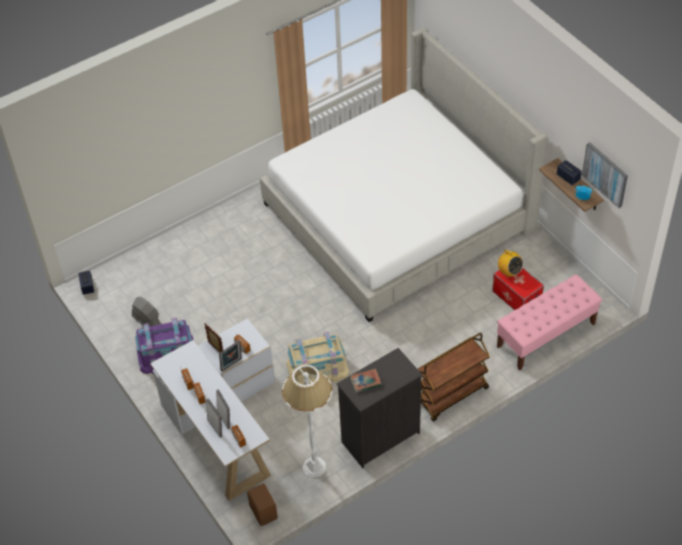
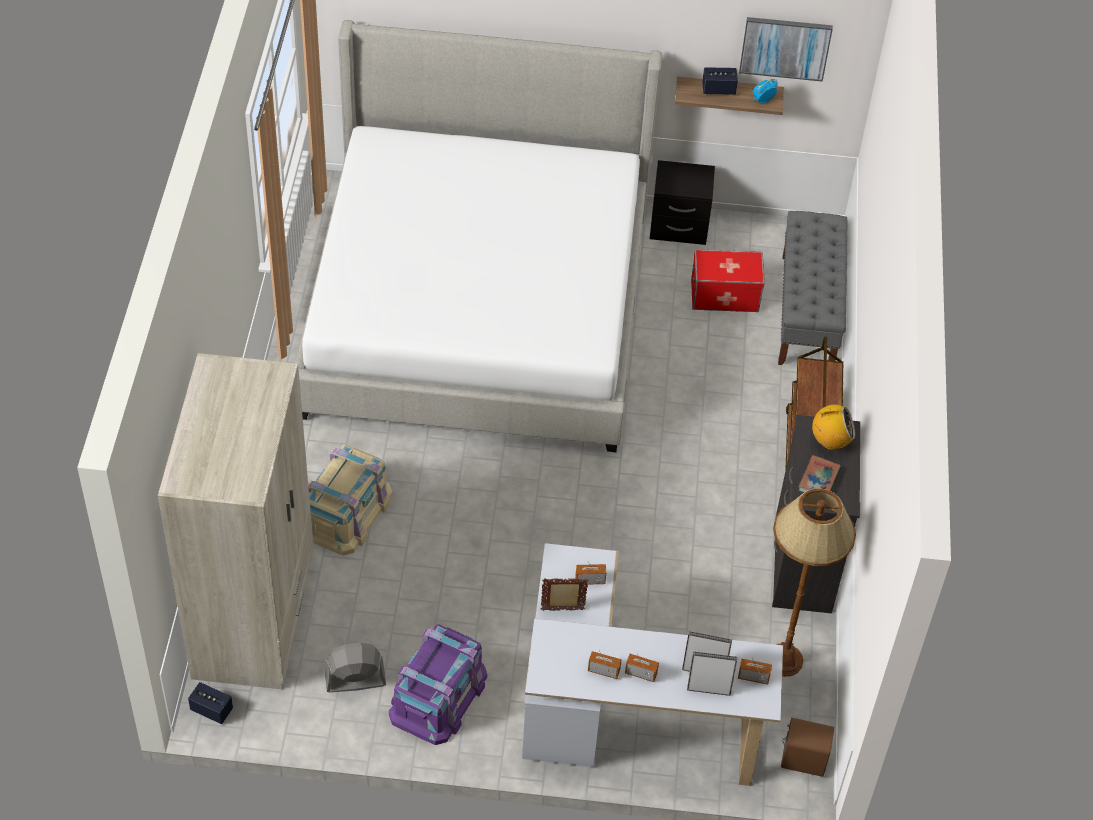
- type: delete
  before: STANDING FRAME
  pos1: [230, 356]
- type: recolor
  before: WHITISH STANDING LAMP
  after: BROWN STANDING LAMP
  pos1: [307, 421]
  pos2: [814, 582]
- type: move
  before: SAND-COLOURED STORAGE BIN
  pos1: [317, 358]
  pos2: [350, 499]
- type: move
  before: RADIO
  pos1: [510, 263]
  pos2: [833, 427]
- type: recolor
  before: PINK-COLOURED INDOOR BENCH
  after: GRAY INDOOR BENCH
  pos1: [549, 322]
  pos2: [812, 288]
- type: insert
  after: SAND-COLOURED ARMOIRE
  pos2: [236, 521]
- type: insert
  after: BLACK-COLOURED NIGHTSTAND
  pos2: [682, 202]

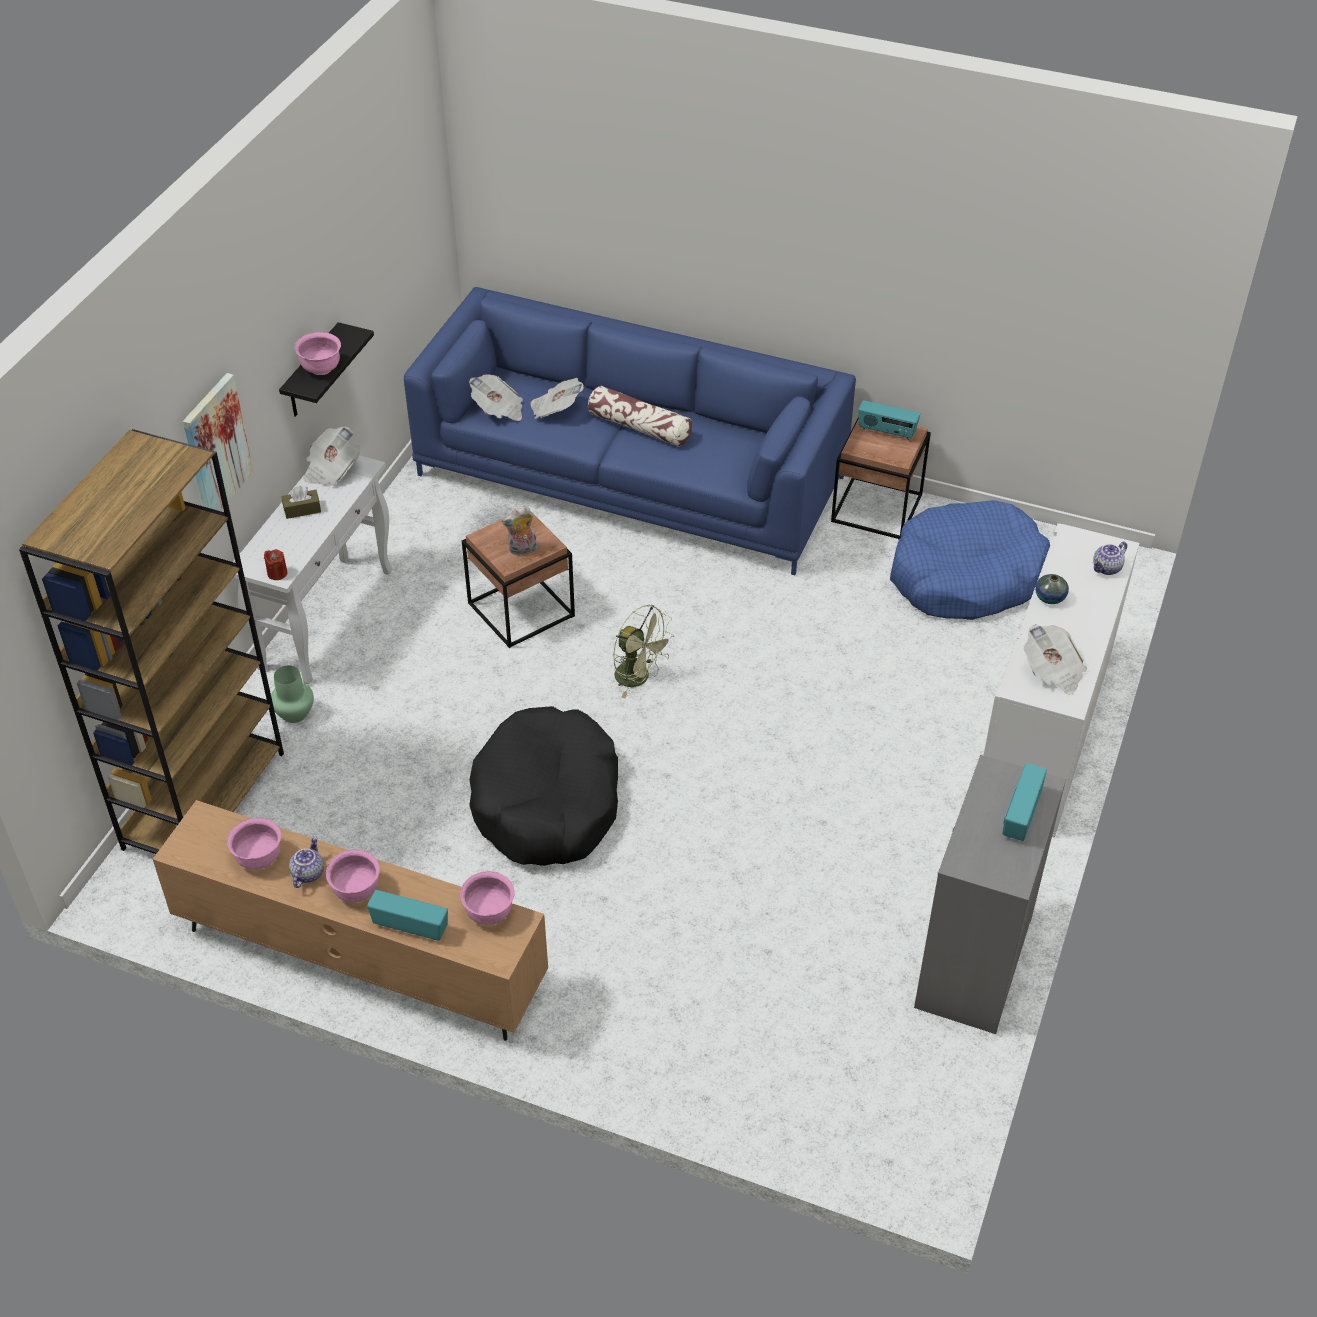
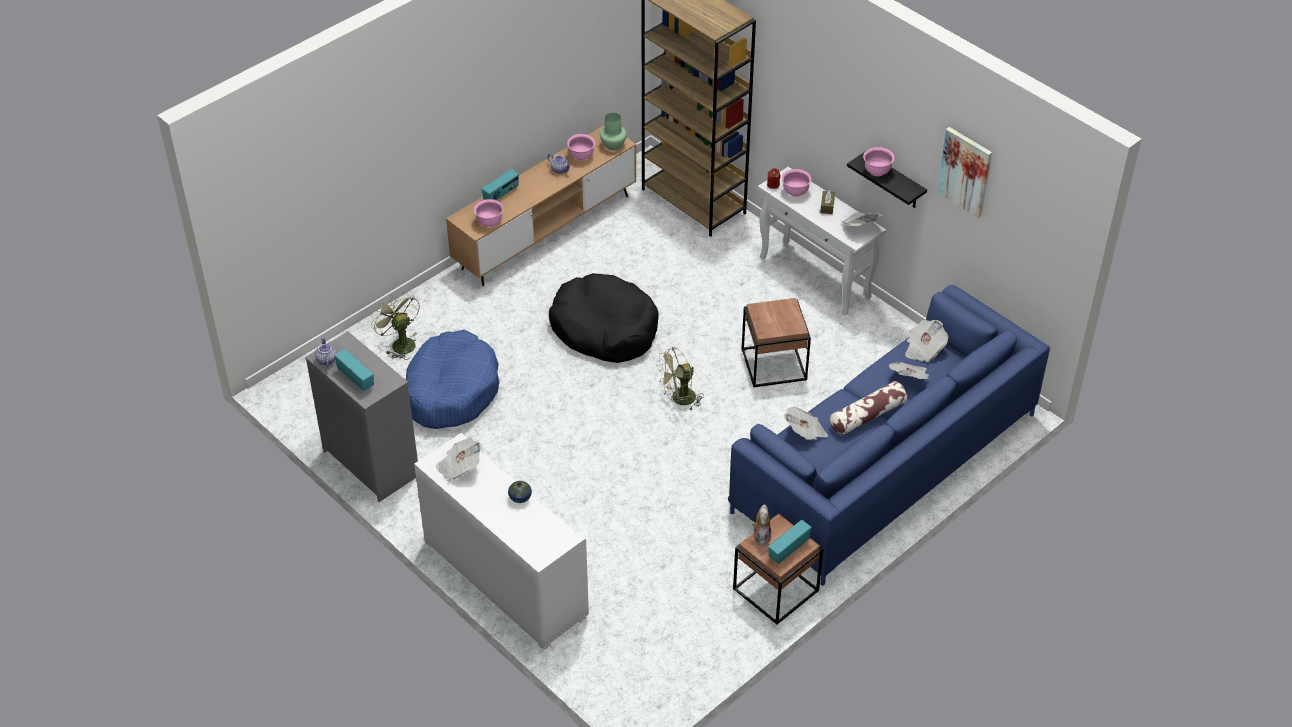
- type: move
  before: WALL ART
  pos1: [218, 442]
  pos2: [964, 172]
- type: move
  before: GREEN-COLOURED FLOWER VASE
  pos1: [292, 694]
  pos2: [613, 132]
- type: move
  before: PINK-COLOURED BOWL
  pos1: [353, 876]
  pos2: [797, 183]
- type: move
  before: SOFT TOY
  pos1: [519, 531]
  pos2: [761, 525]
- type: move
  before: BLUE-COLOURED DOG CUSHION
  pos1: [970, 560]
  pos2: [452, 379]
- type: move
  before: TEAPOT
  pos1: [1110, 558]
  pos2: [326, 352]
- type: insert
  after: GREEN-COLOURED ELECTRIC FAN
  pos2: [395, 325]
- type: insert
  after: NEWSPAPER
  pos2: [806, 424]

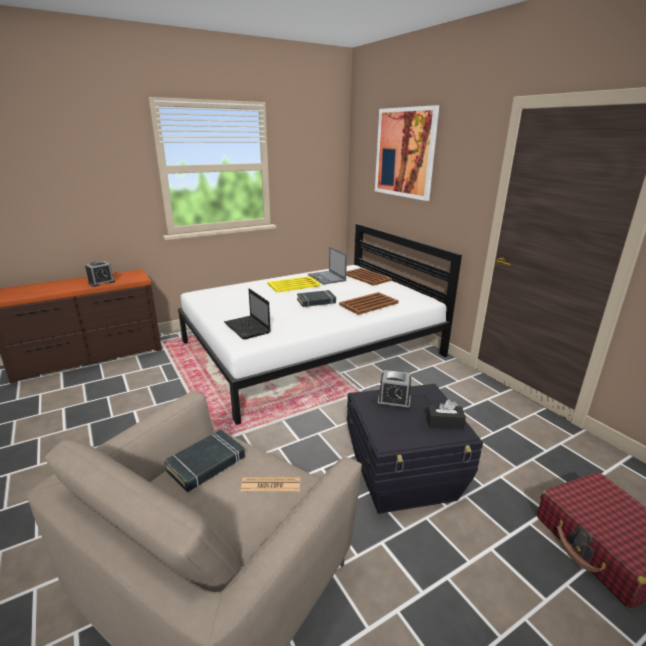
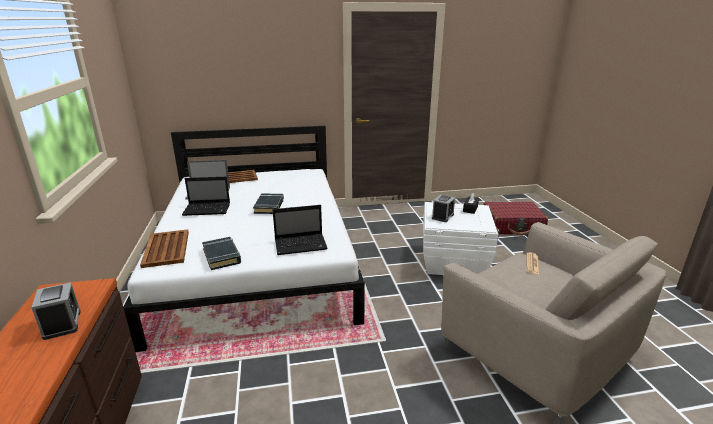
- type: move
  before: BLACK-COLOURED BOUND BOOK
  pos1: [204, 461]
  pos2: [221, 253]
- type: replace
  before: YELLOWISH TRAY
  after: PORTABLE COMPUTER
  pos1: [294, 284]
  pos2: [206, 196]
- type: move
  before: BROWN TRAY
  pos1: [369, 303]
  pos2: [164, 249]
- type: recolor
  before: BLACK-COLOURED STORAGE BIN
  after: WHITISH STORAGE BIN
  pos1: [415, 449]
  pos2: [461, 238]
- type: delete
  before: WALL ART
  pos1: [407, 153]

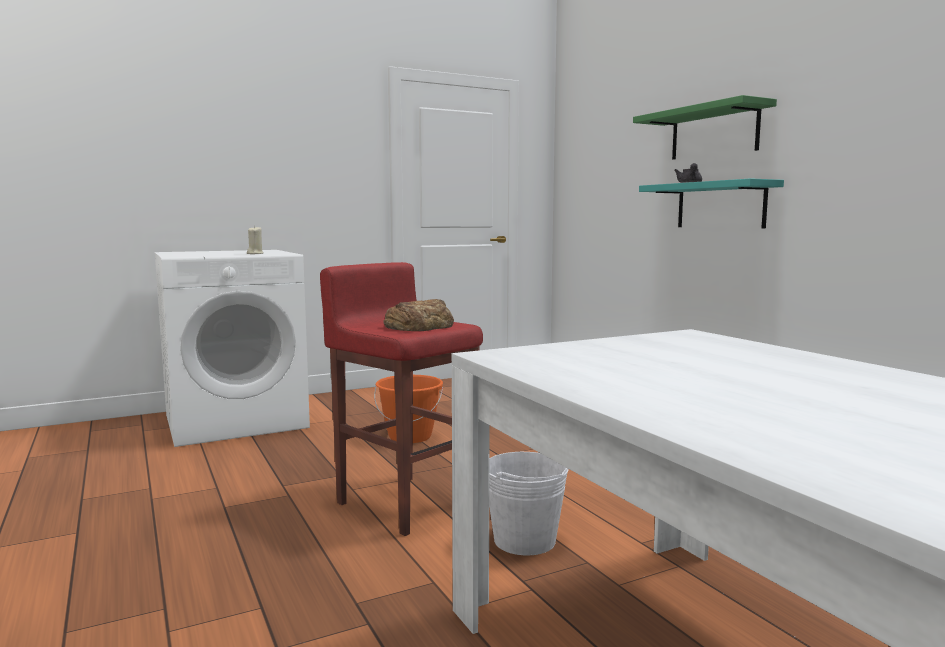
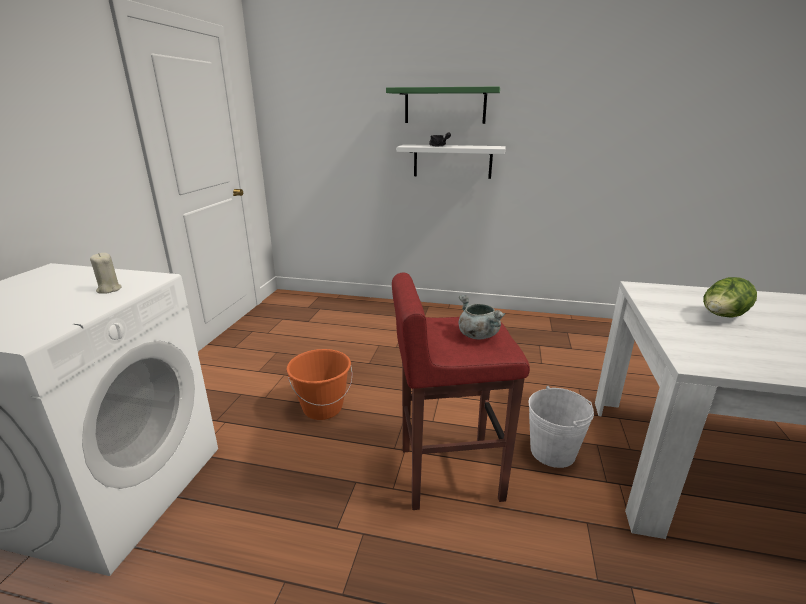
- type: replace
  before: BAKED BREAD
  after: GRAY SAUCEPOT
  pos1: [418, 315]
  pos2: [482, 317]
- type: recolor
  before: BLUE-GREEN BRACKET SHELF
  after: WHITISH BRACKET SHELF
  pos1: [711, 203]
  pos2: [451, 161]
- type: insert
  after: HEAD OF LETTUCE
  pos2: [730, 297]

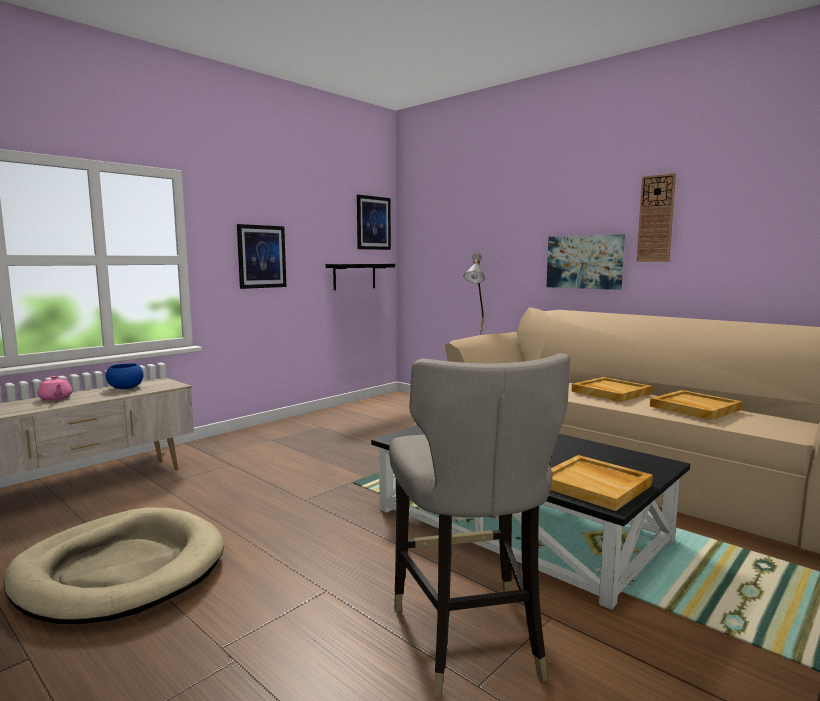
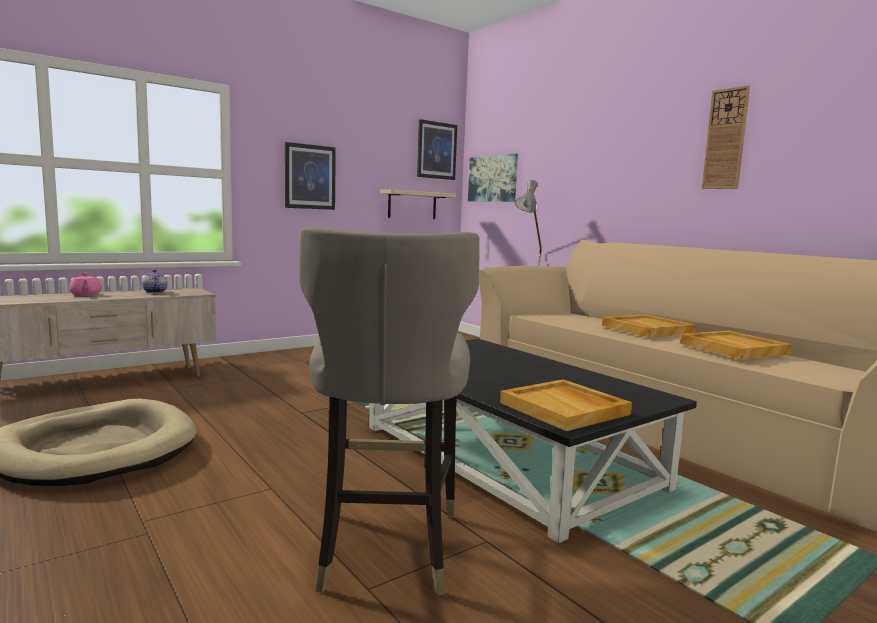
- type: replace
  before: BLUE-COLOURED BOWL
  after: TEAPOT
  pos1: [125, 376]
  pos2: [154, 281]
- type: recolor
  before: BLACK-COLOURED BRACKET SHELF
  after: SAND-COLOURED BRACKET SHELF
  pos1: [360, 277]
  pos2: [418, 204]
- type: move
  before: WALL ART
  pos1: [586, 262]
  pos2: [493, 178]

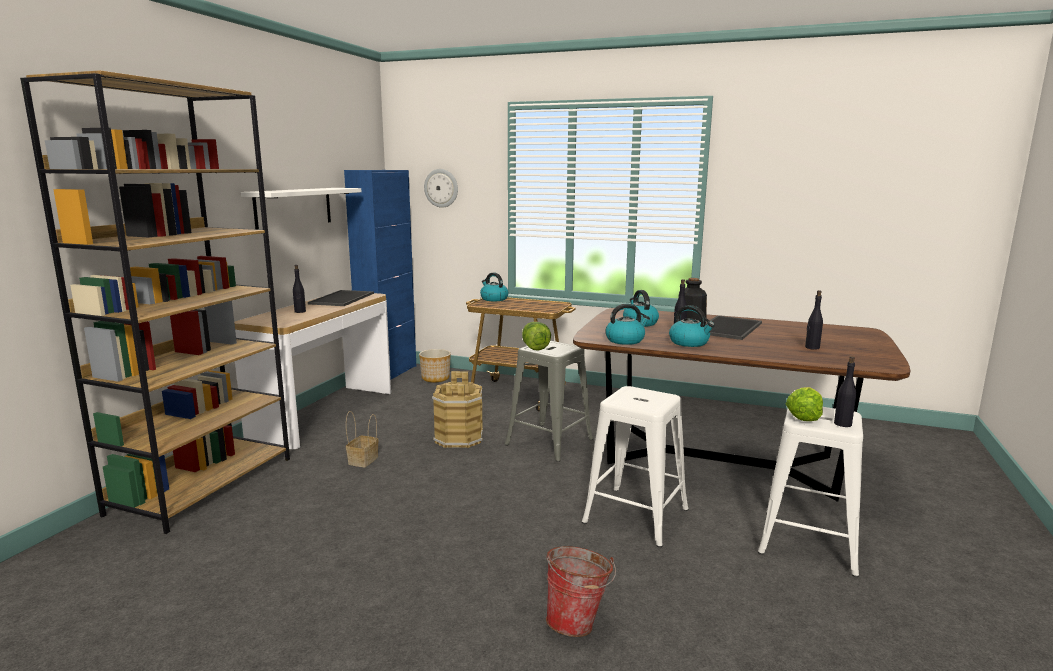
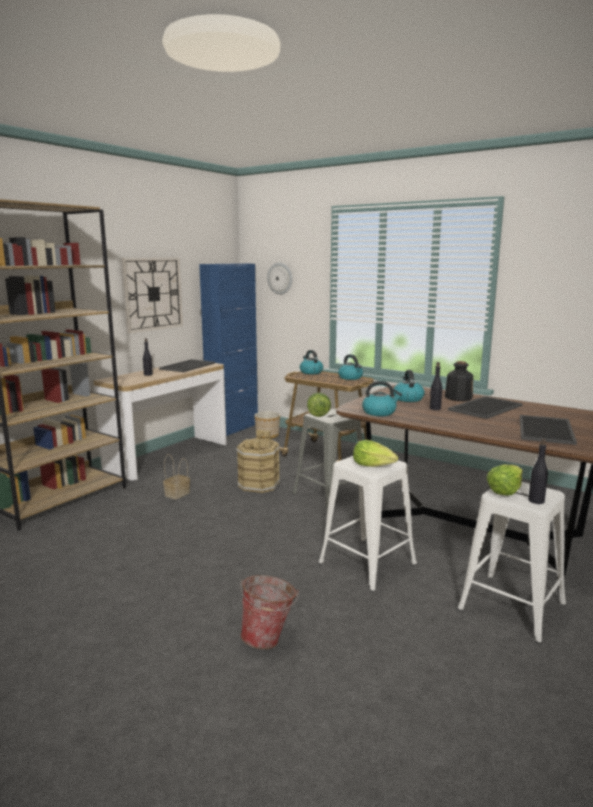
- type: replace
  before: WHITISH BRACKET SHELF
  after: CLOCK ON THE WALL
  pos1: [301, 209]
  pos2: [152, 295]
- type: move
  before: WATER KETTLE
  pos1: [692, 326]
  pos2: [350, 367]
- type: replace
  before: BLACK-COLOURED BEVERAGE BOTTLE
  after: TRAY
  pos1: [814, 320]
  pos2: [548, 430]
- type: insert
  after: HEAD OF LETTUCE
  pos2: [375, 453]

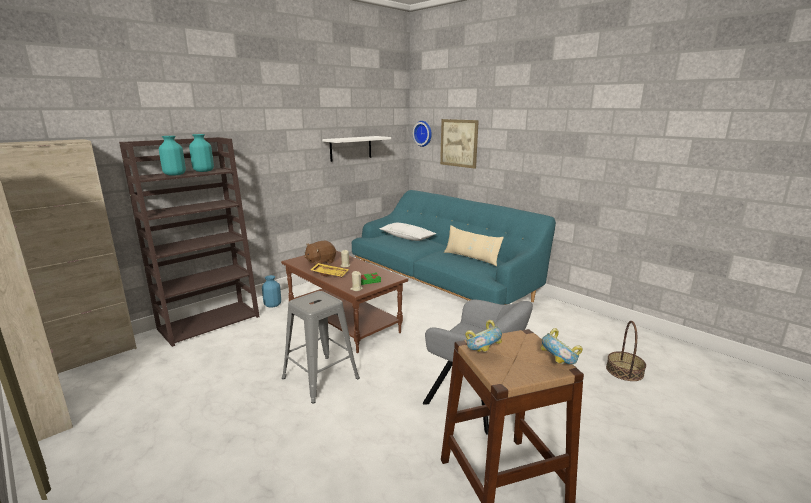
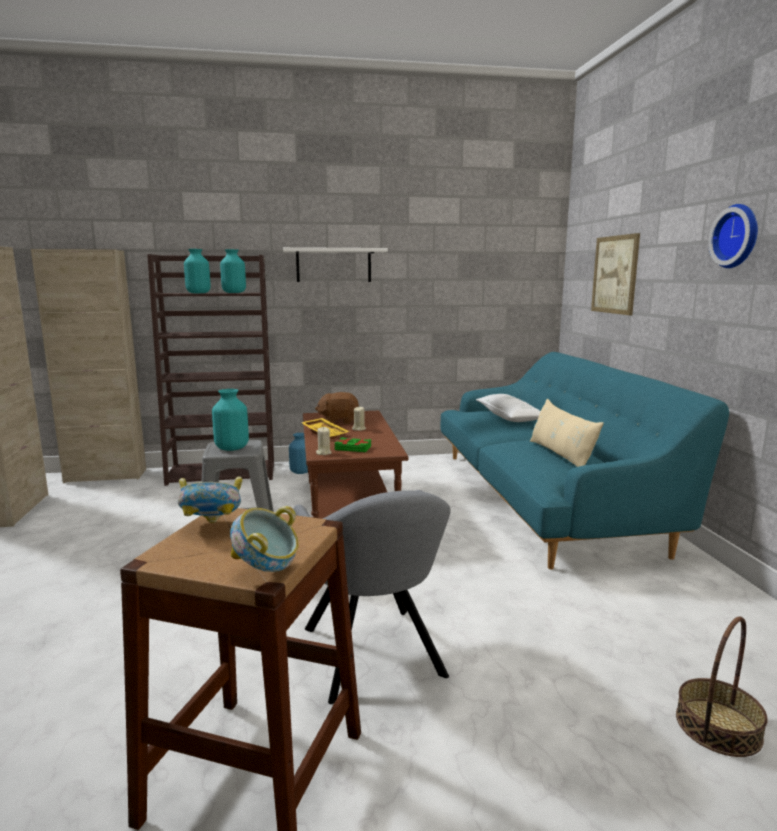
- type: move
  before: WHITISH BRACKET SHELF
  pos1: [356, 149]
  pos2: [335, 264]
- type: move
  before: CLOCK ON THE WALL
  pos1: [422, 134]
  pos2: [733, 236]
- type: insert
  after: BLUE-GREEN FLOWER VASE
  pos2: [230, 420]

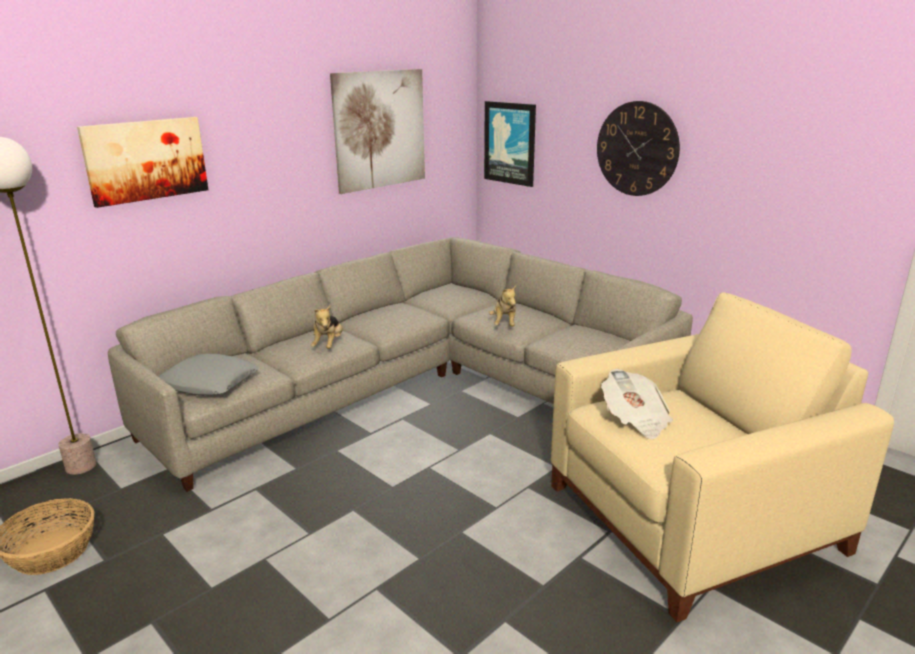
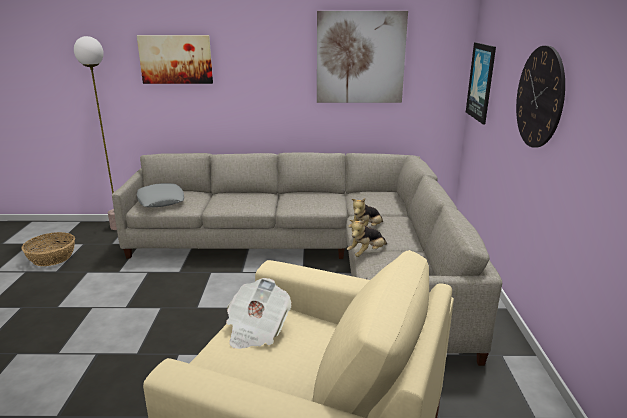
- type: move
  before: SOFT TOY
  pos1: [327, 327]
  pos2: [367, 238]

